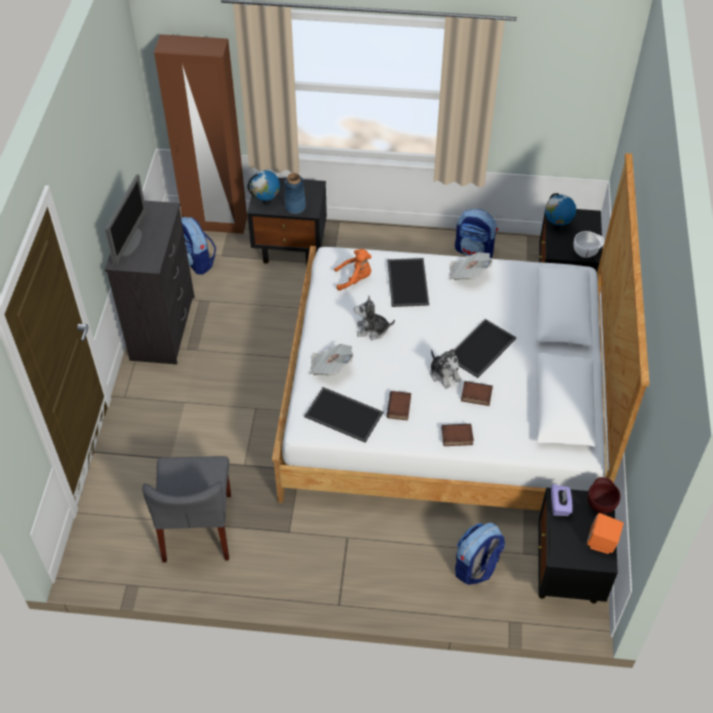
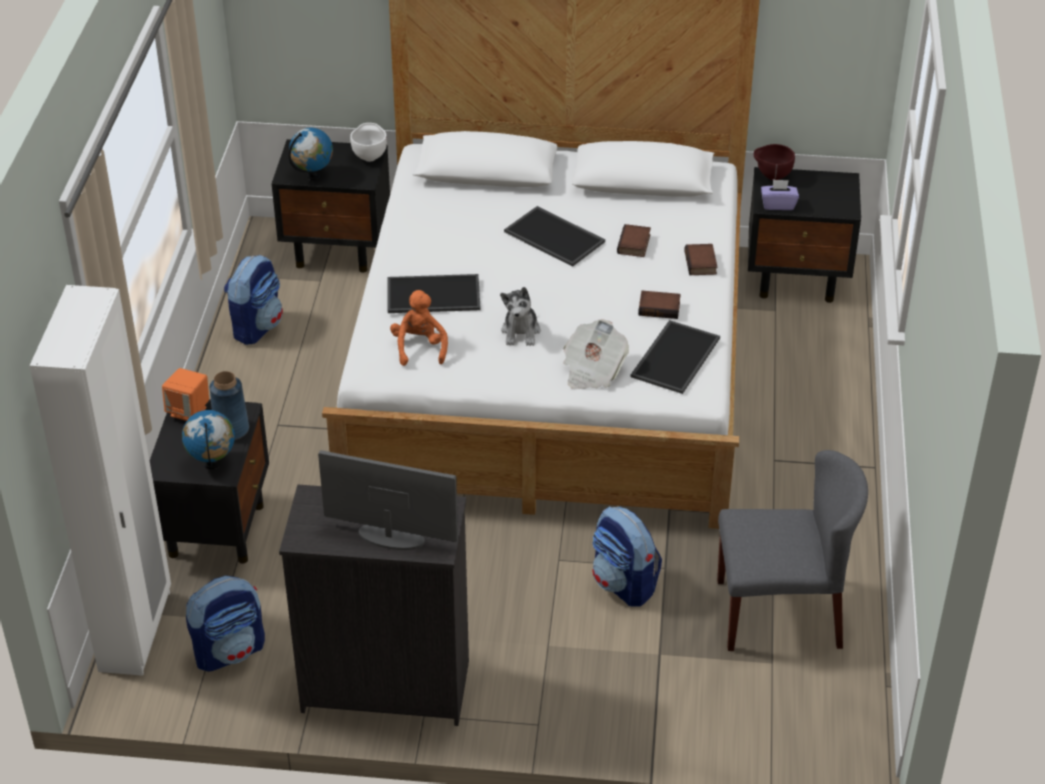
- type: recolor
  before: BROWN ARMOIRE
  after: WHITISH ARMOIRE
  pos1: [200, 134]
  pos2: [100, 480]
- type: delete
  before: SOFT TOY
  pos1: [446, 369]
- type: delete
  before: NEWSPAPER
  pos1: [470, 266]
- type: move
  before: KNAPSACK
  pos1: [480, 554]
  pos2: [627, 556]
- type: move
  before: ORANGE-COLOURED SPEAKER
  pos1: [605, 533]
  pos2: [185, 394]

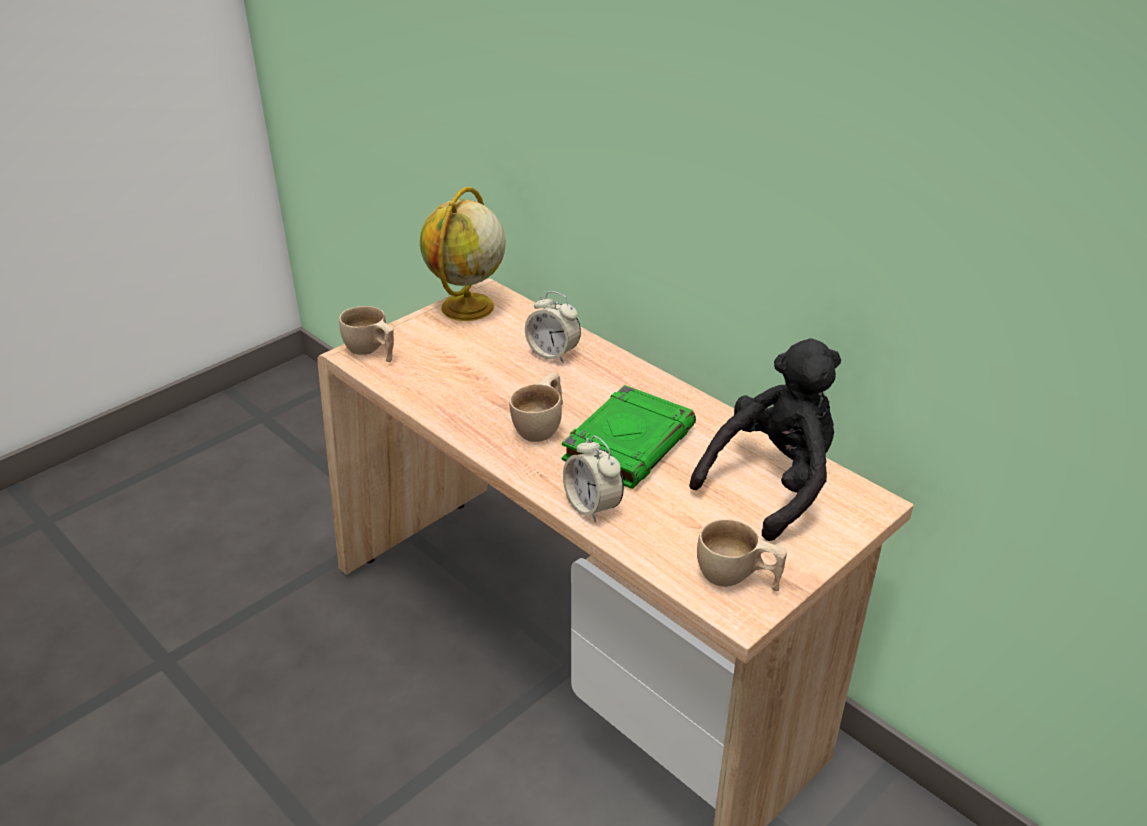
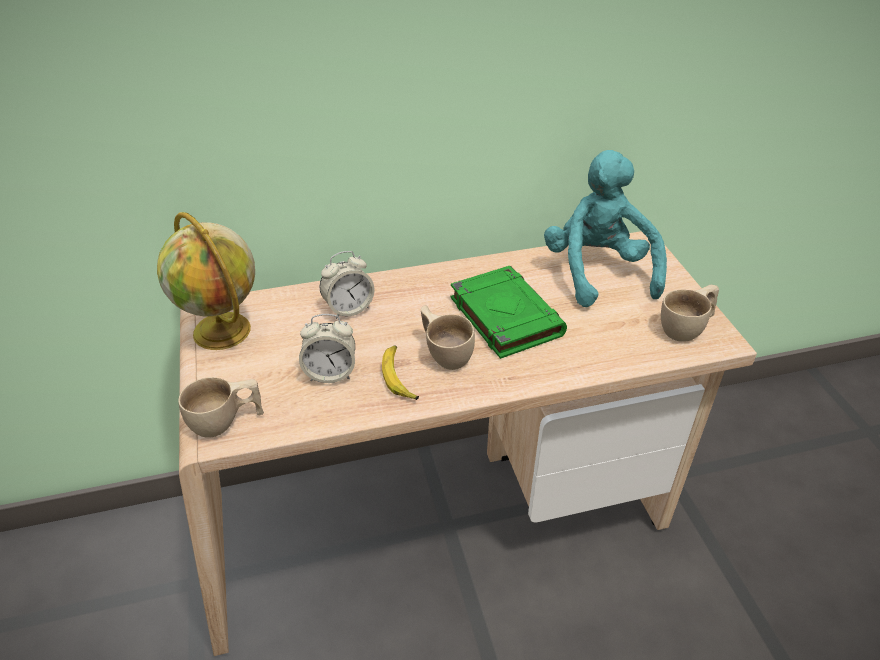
- type: move
  before: BEDSIDE CLOCK
  pos1: [593, 478]
  pos2: [327, 348]
- type: recolor
  before: BLACK-COLOURED SOFT TOY
  after: BLUE-GREEN SOFT TOY
  pos1: [765, 439]
  pos2: [605, 228]
- type: insert
  after: WHOLE BANANA
  pos2: [400, 372]

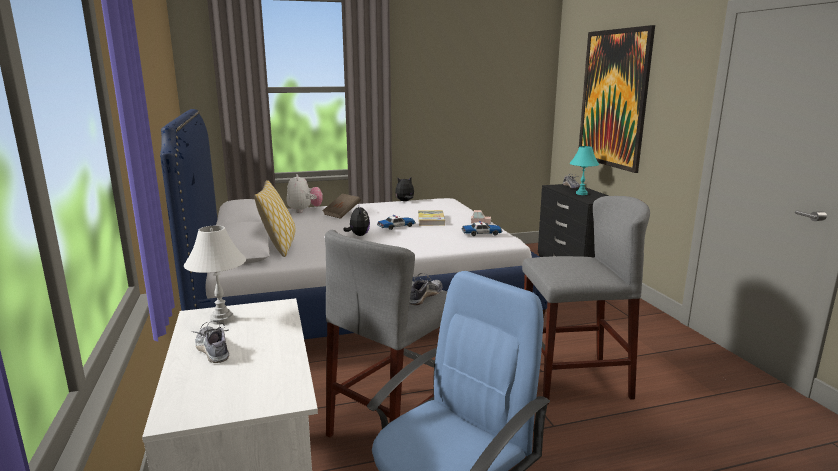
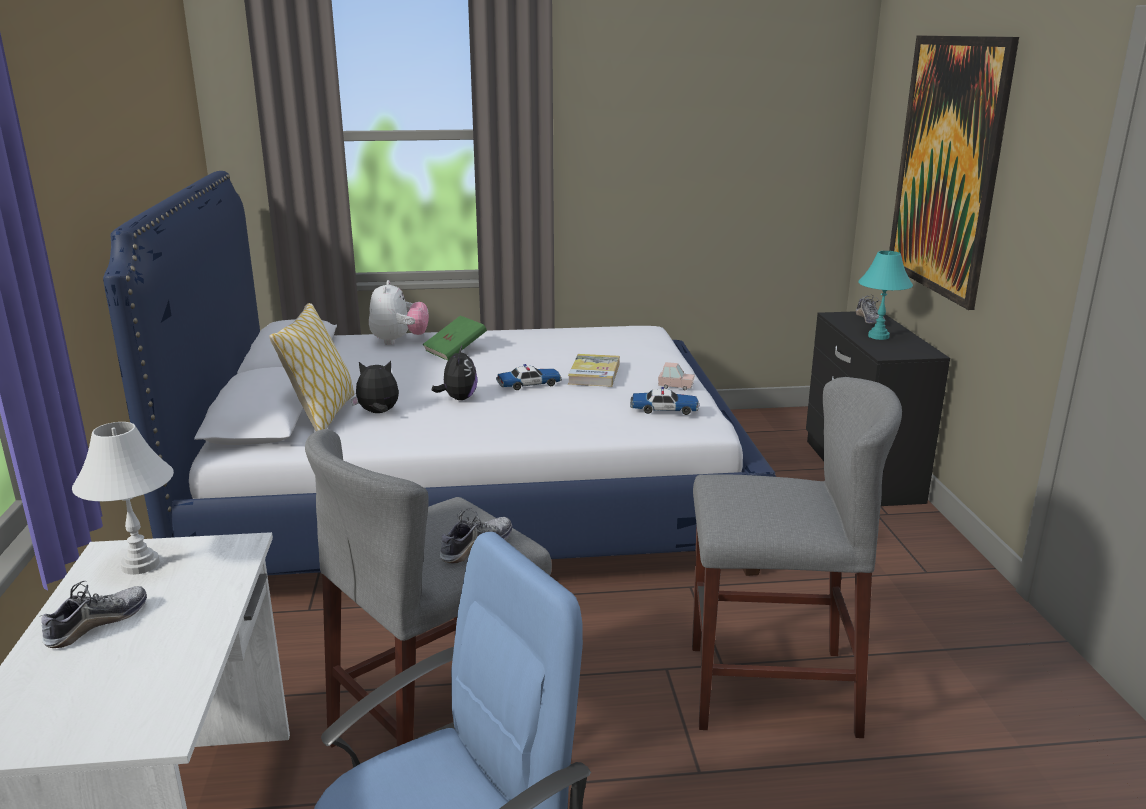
- type: rotate
  before: ITEM OF FOOTWEAR
  pos1: [210, 341]
  pos2: [94, 614]
  turn: 60
- type: recolor
  before: BROWN BOUND BOOK
  after: GREEN-COLOURED BOUND BOOK
  pos1: [341, 206]
  pos2: [454, 338]
- type: move
  before: SOFT TOY
  pos1: [404, 189]
  pos2: [375, 387]

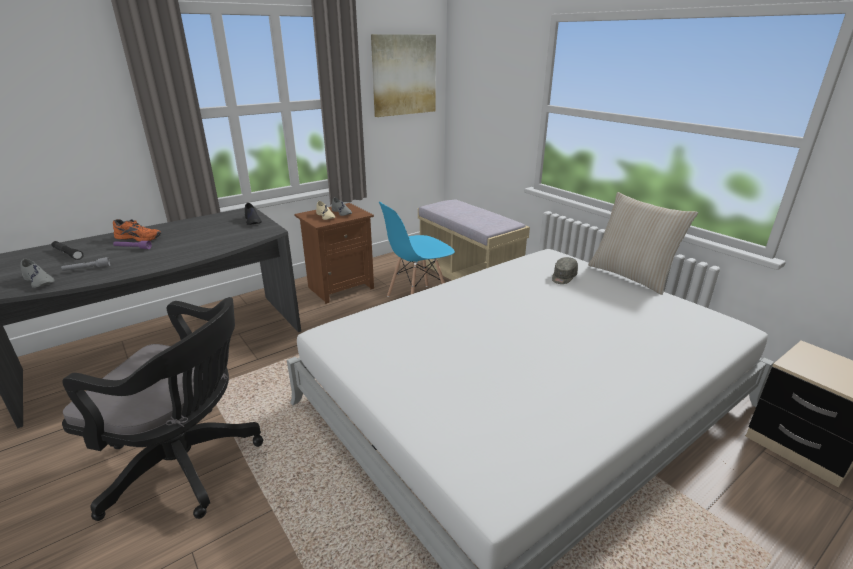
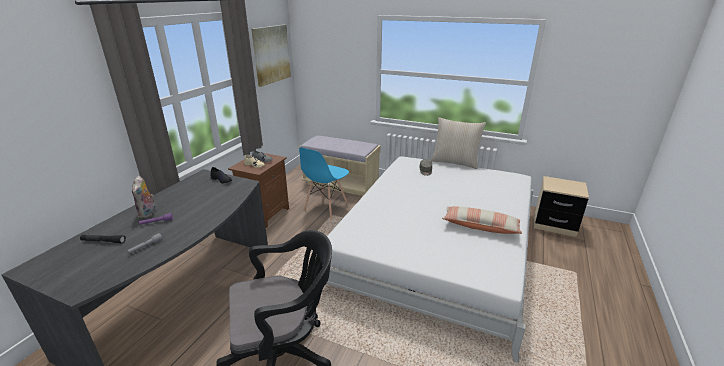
- type: delete
  before: GRAY ITEM OF FOOTWEAR
  pos1: [37, 273]
- type: replace
  before: ORANGE-COLOURED ITEM OF FOOTWEAR
  after: SOFT TOY
  pos1: [137, 230]
  pos2: [143, 197]
- type: insert
  after: THROW PILLOW
  pos2: [482, 220]

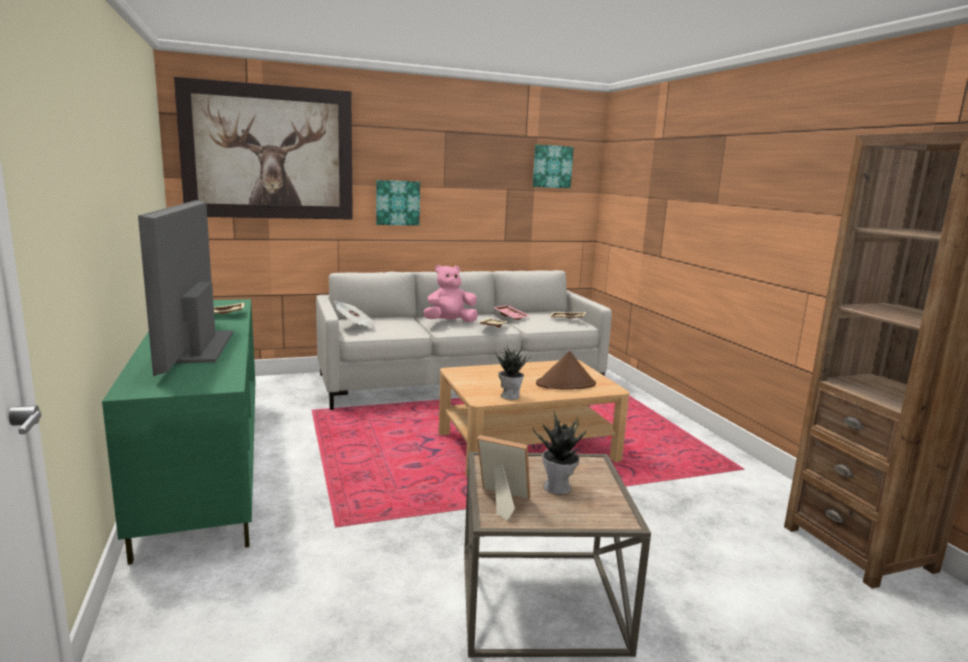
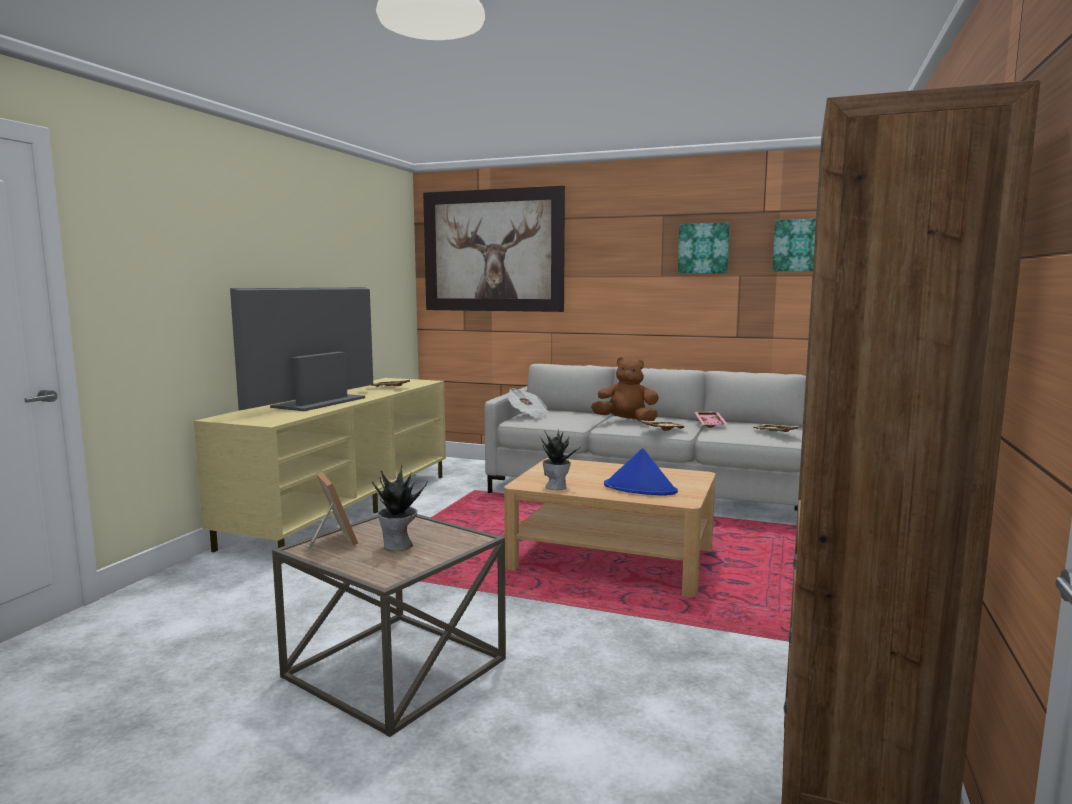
- type: recolor
  before: GREEN-COLOURED TV STAND
  after: SAND-COLOURED TV STAND
  pos1: [178, 432]
  pos2: [320, 471]
- type: move
  before: WALL ART
  pos1: [398, 203]
  pos2: [704, 248]
- type: recolor
  before: PINK-COLOURED SOFT TOY
  after: BROWN SOFT TOY
  pos1: [450, 293]
  pos2: [625, 389]
- type: recolor
  before: BROWN CLOTHING HAT
  after: BLUE-COLOURED CLOTHING HAT
  pos1: [566, 370]
  pos2: [641, 472]

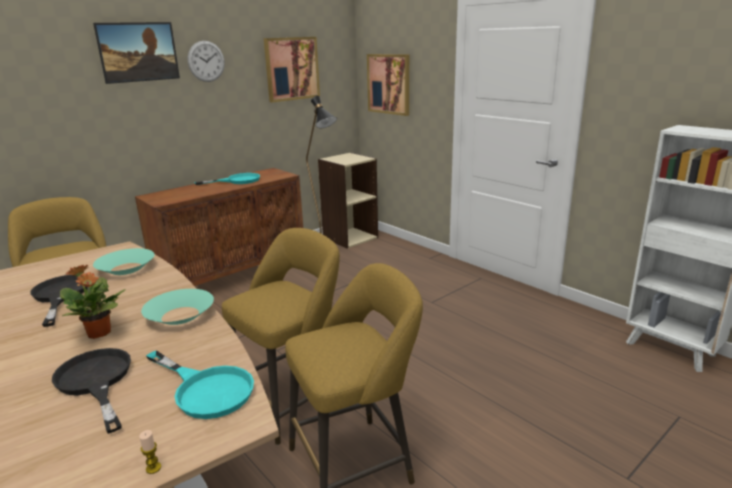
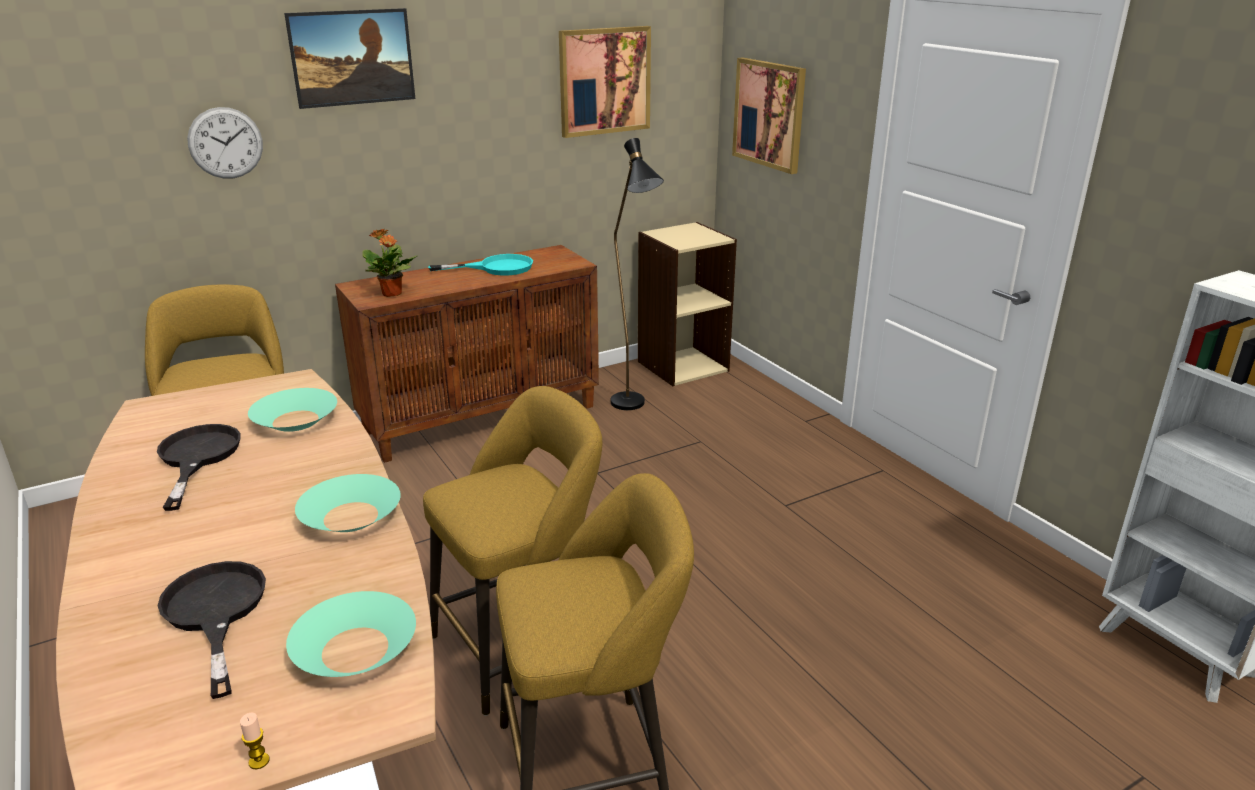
- type: move
  before: PLANT IN A POT
  pos1: [93, 302]
  pos2: [389, 263]
- type: replace
  before: BLUE-GREEN PAN
  after: BLUE-GREEN BOWL
  pos1: [200, 384]
  pos2: [351, 634]
- type: move
  before: CLOCK ON THE WALL
  pos1: [206, 61]
  pos2: [225, 143]

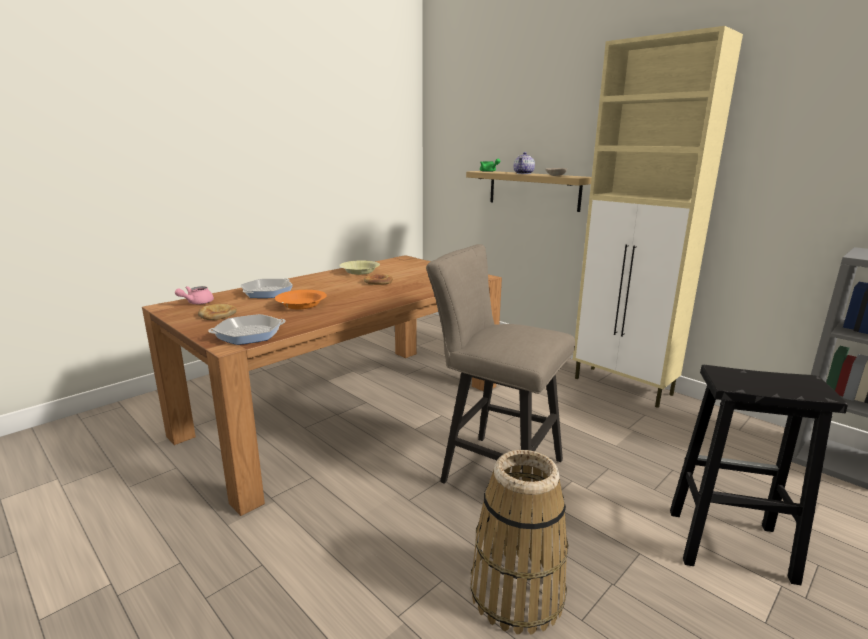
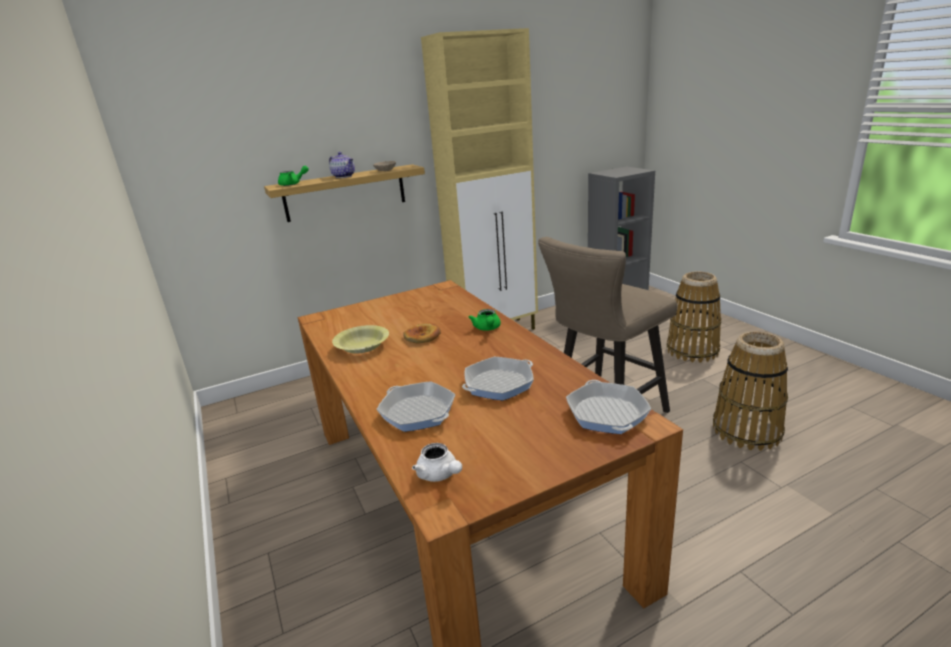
- type: recolor
  before: PINK-COLOURED TEAPOT
  after: WHITISH TEAPOT
  pos1: [194, 295]
  pos2: [437, 462]
- type: delete
  before: BAKED BREAD
  pos1: [217, 311]
- type: replace
  before: ORANGE-COLOURED BOWL
  after: PAN
  pos1: [301, 299]
  pos2: [498, 378]
- type: replace
  before: BLACK-COLOURED STOOL
  after: BASKET
  pos1: [759, 475]
  pos2: [694, 317]
- type: insert
  after: GREEN-COLOURED TEAPOT
  pos2: [484, 320]

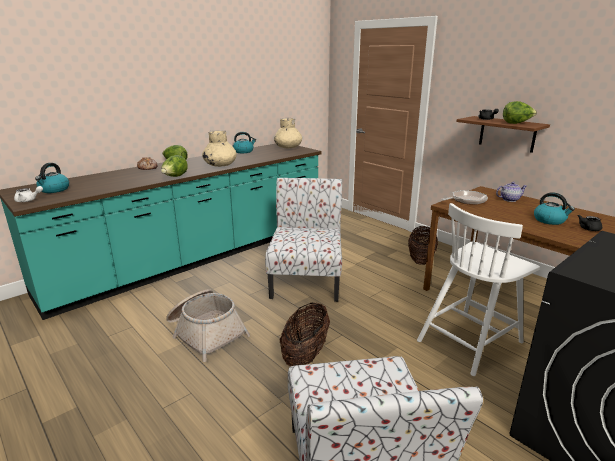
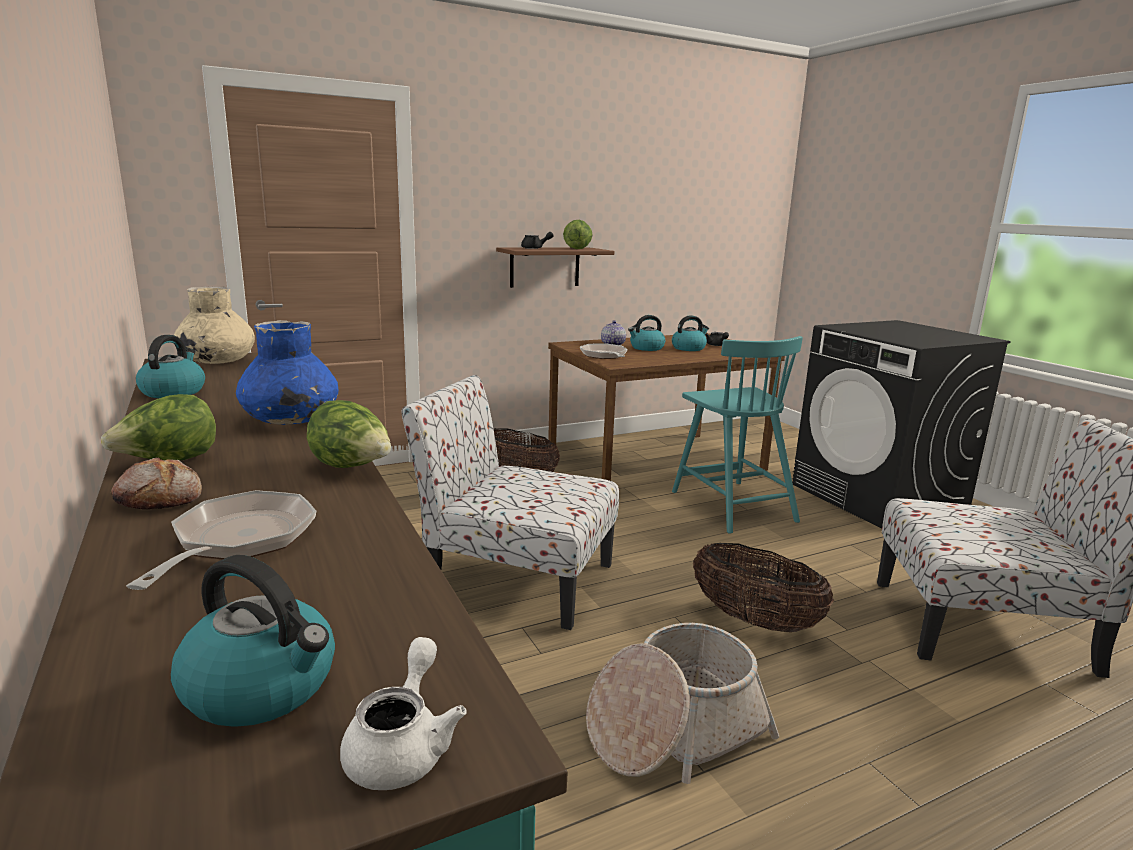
- type: recolor
  before: SAND-COLOURED FLOWER VASE
  after: BLUE-COLOURED FLOWER VASE
  pos1: [219, 148]
  pos2: [287, 372]
- type: recolor
  before: WHITISH CHAIR
  after: BLUE-GREEN CHAIR
  pos1: [478, 289]
  pos2: [737, 435]
- type: insert
  after: PAN
  pos2: [221, 540]
- type: insert
  after: WATER KETTLE
  pos2: [646, 333]

